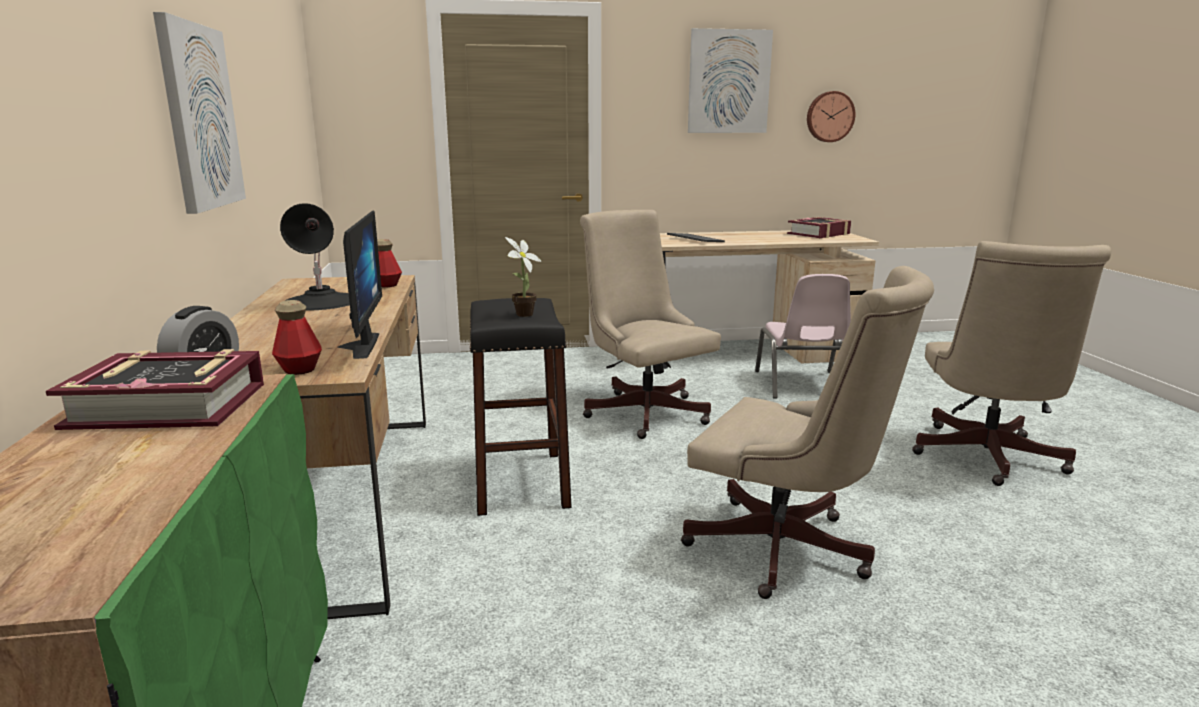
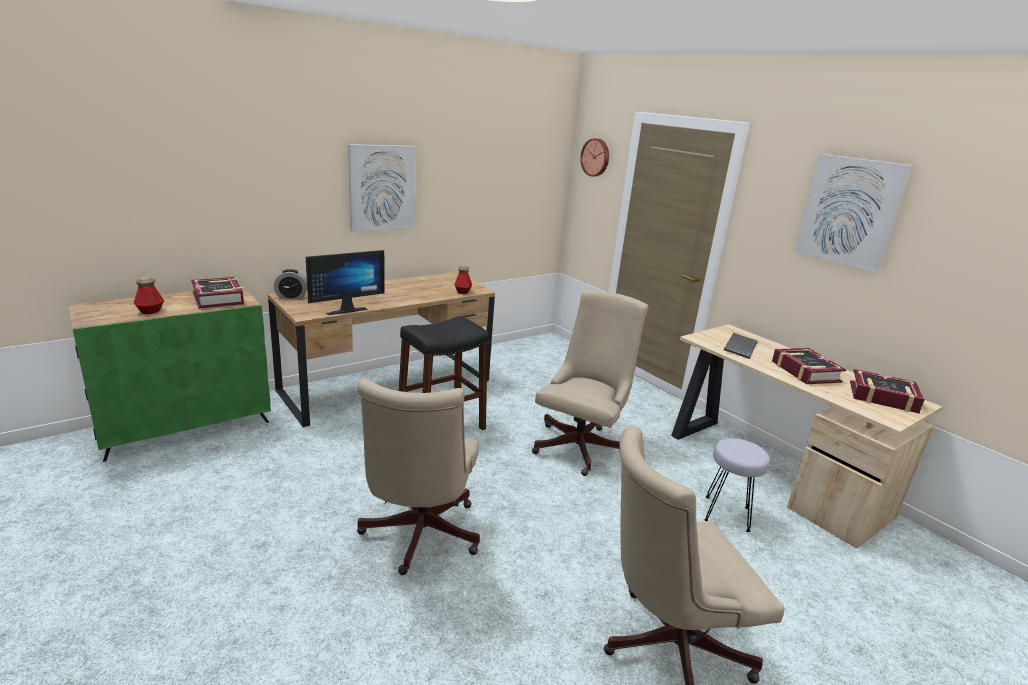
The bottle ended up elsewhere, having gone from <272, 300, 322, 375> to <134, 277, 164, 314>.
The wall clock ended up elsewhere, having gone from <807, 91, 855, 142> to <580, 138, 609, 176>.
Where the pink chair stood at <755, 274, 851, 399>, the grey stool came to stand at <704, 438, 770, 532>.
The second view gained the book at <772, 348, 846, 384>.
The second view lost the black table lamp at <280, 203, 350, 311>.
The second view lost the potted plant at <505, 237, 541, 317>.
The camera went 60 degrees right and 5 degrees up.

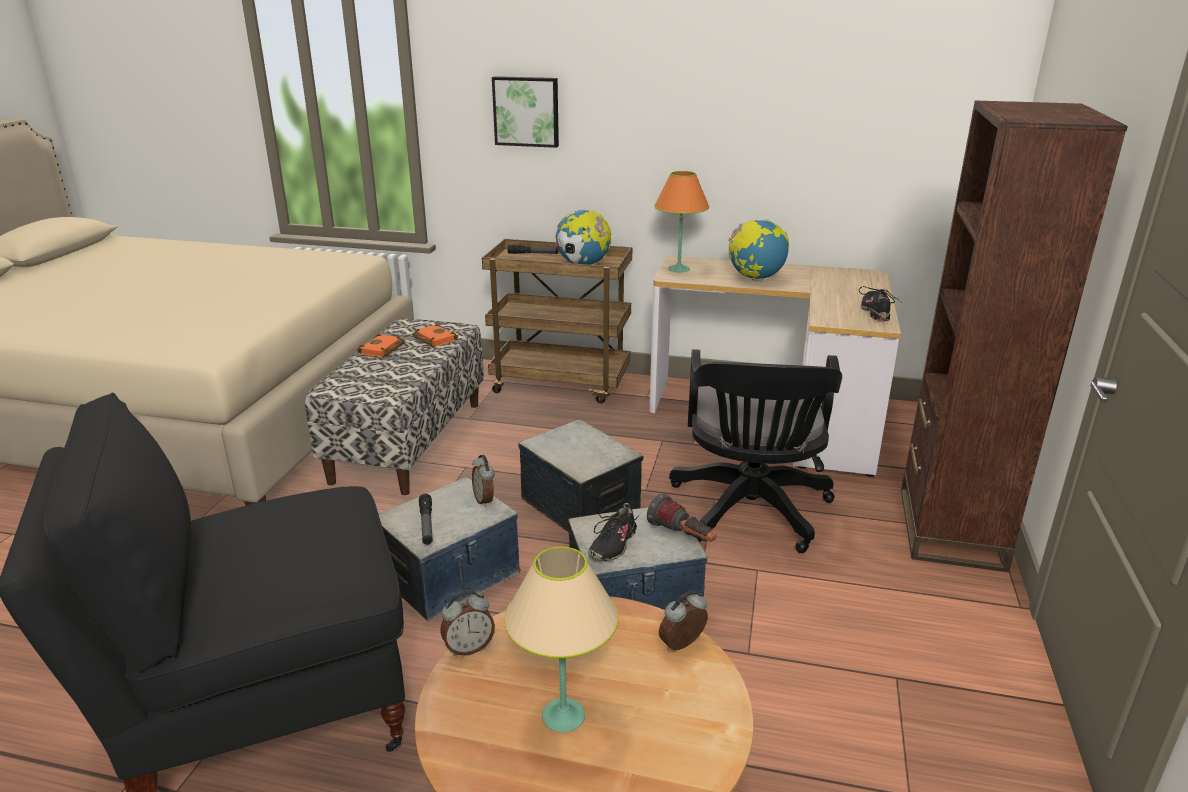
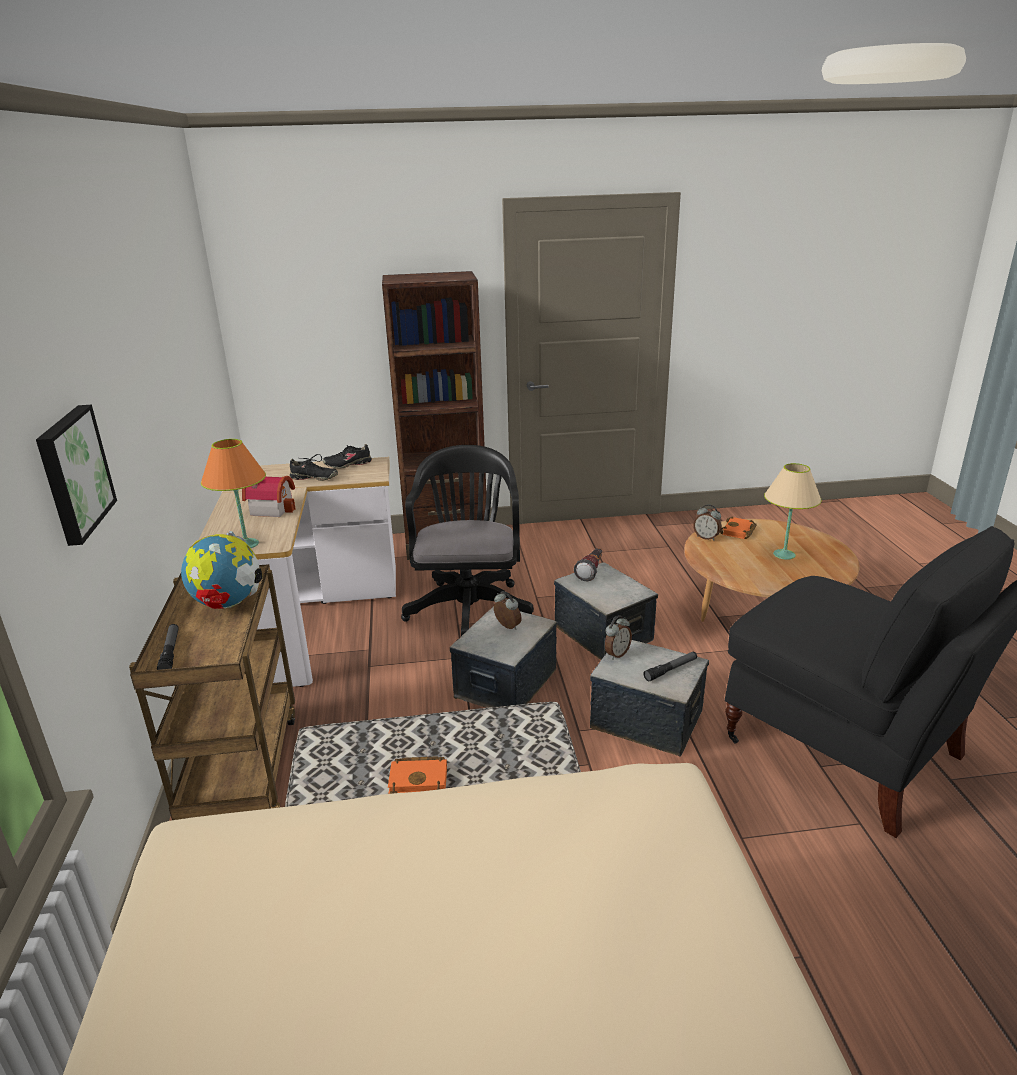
Where the globe stood at <728, 220, 789, 281>, the toy house came to stand at <242, 476, 296, 517>.
The black shoe ended up elsewhere, having gone from <588, 503, 640, 561> to <290, 454, 338, 481>.
The black office chair at <669, 349, 842, 553> ended up facing another way, 75 degrees counterclockwise from before.
The alarm clock ended up elsewhere, having gone from <440, 590, 495, 656> to <494, 591, 522, 630>.
The orange book ended up elsewhere, having gone from <412, 324, 458, 347> to <720, 517, 757, 539>.
The camera went 110 degrees left and 0 degrees up.

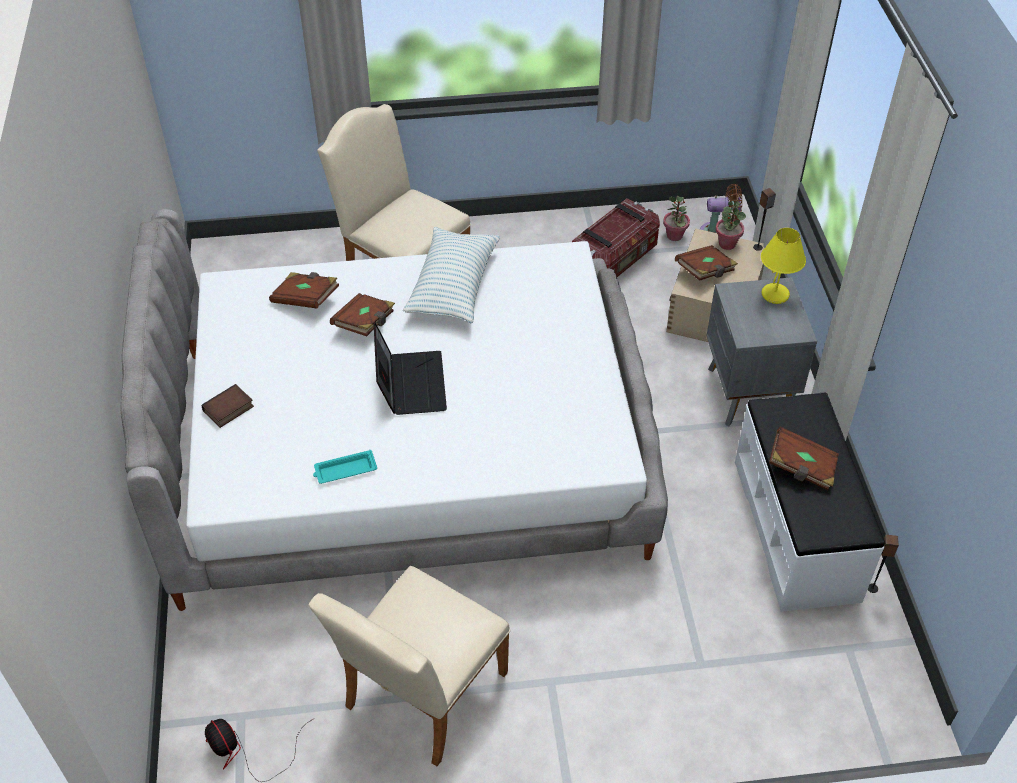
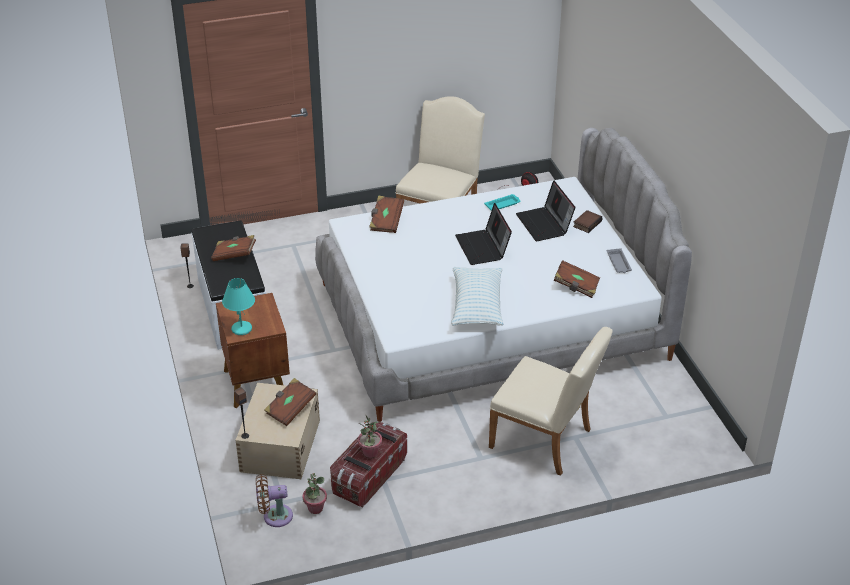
What was the grey nightstand at <706, 277, 817, 426> turned into the brown nightstand at <216, 293, 290, 408>.
What was the yellow table lamp at <761, 228, 806, 304> turned into the turquoise table lamp at <222, 278, 255, 335>.
The potted plant ended up elsewhere, having gone from <716, 201, 746, 250> to <358, 416, 382, 458>.
The brown book ended up elsewhere, having gone from <330, 293, 395, 336> to <369, 195, 404, 233>.
The second view gained the laptop at <516, 180, 575, 241>.
The second view gained the grey tray at <607, 248, 632, 273>.
The camera went 170 degrees right and 10 degrees down.

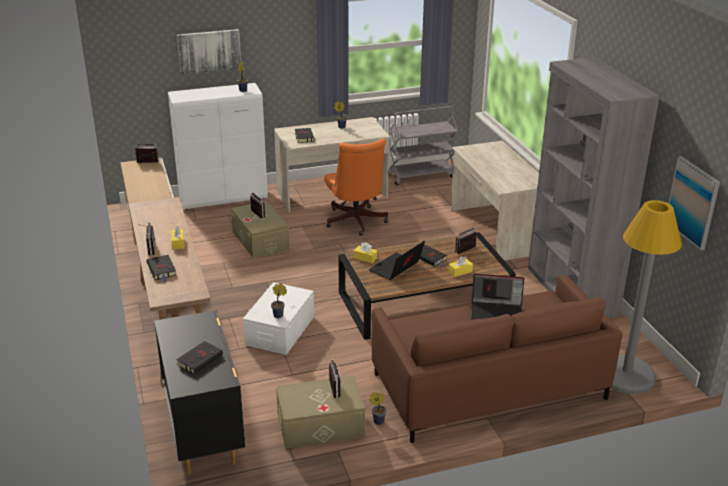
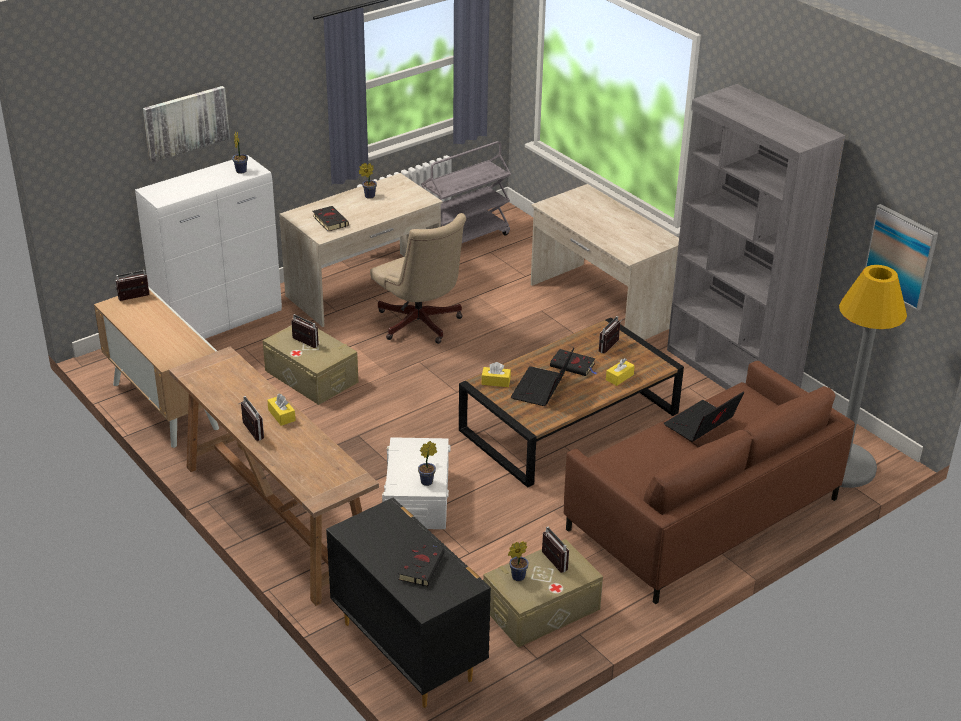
What was the orange office chair at <324, 138, 388, 236> turned into the beige office chair at <370, 213, 466, 344>.
The potted plant ended up elsewhere, having gone from <369, 392, 387, 425> to <508, 541, 529, 581>.
The laptop at <471, 274, 524, 320> ended up facing another way, 150 degrees clockwise from before.
The second view lost the black book at <147, 255, 177, 282>.
The camera went 20 degrees left and 5 degrees up.

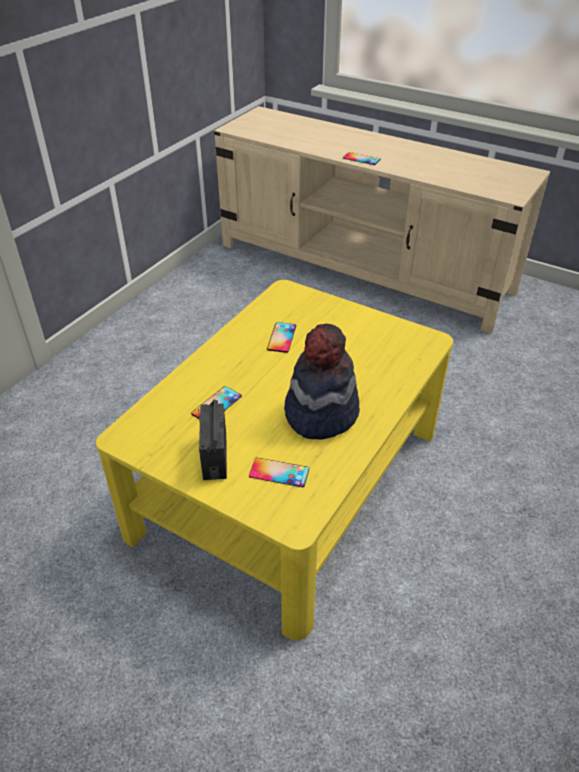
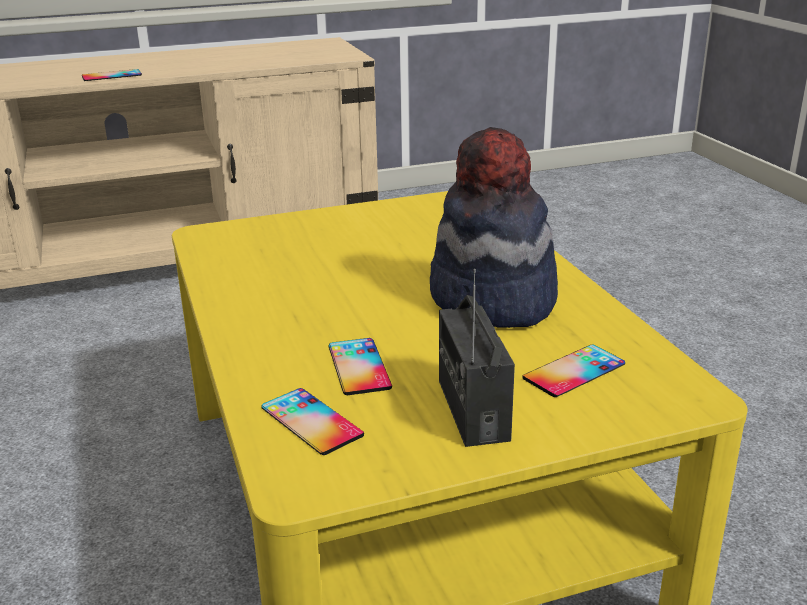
The phone ended up elsewhere, having gone from <267, 322, 296, 353> to <262, 388, 364, 455>.
The radio at <198, 400, 227, 480> ended up facing another way, 45 degrees clockwise from before.
The camera went 50 degrees left and 15 degrees down.

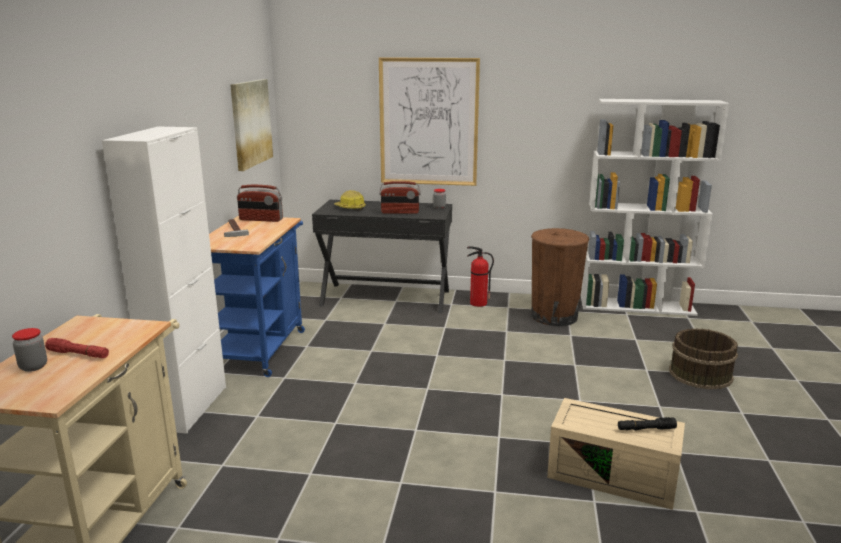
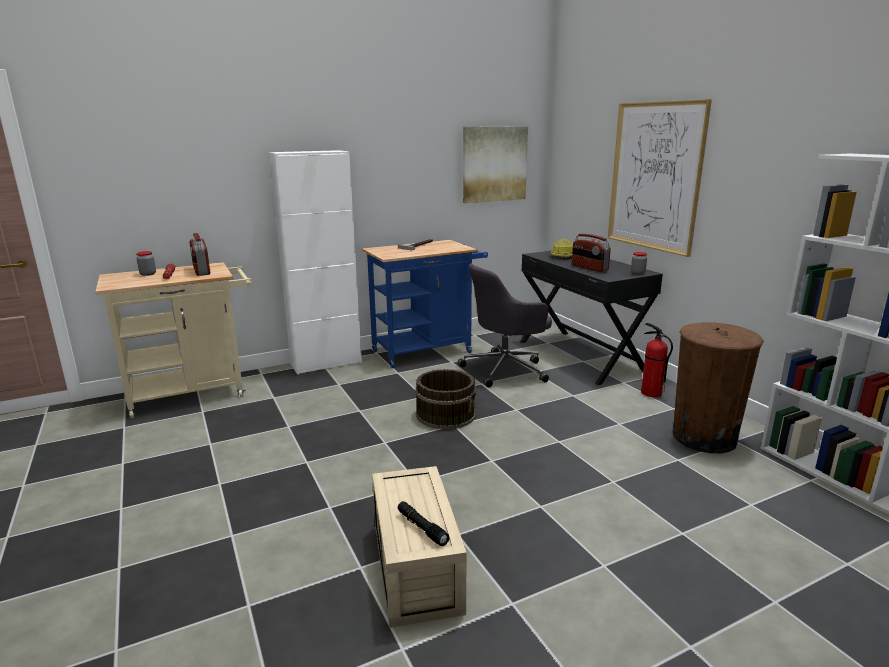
The radio ended up elsewhere, having gone from <237, 185, 283, 222> to <190, 233, 210, 276>.
The brown bucket ended up elsewhere, having gone from <669, 328, 738, 390> to <415, 369, 476, 429>.
The second view gained the grey office chair at <458, 264, 552, 387>.
The camera went 55 degrees right and 0 degrees up.

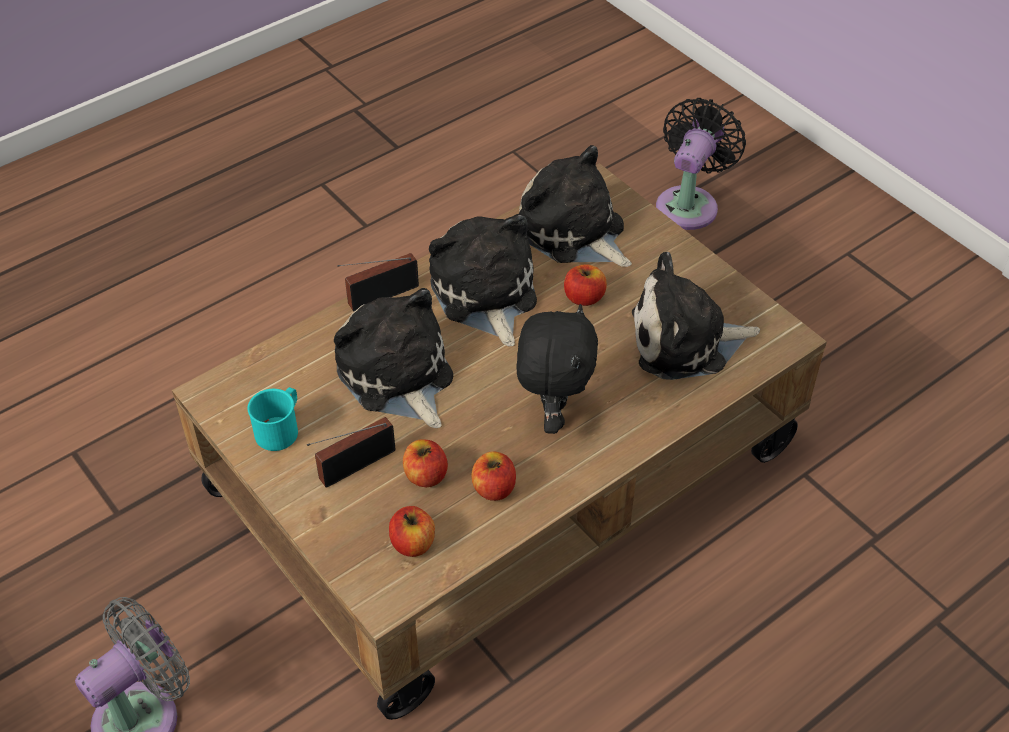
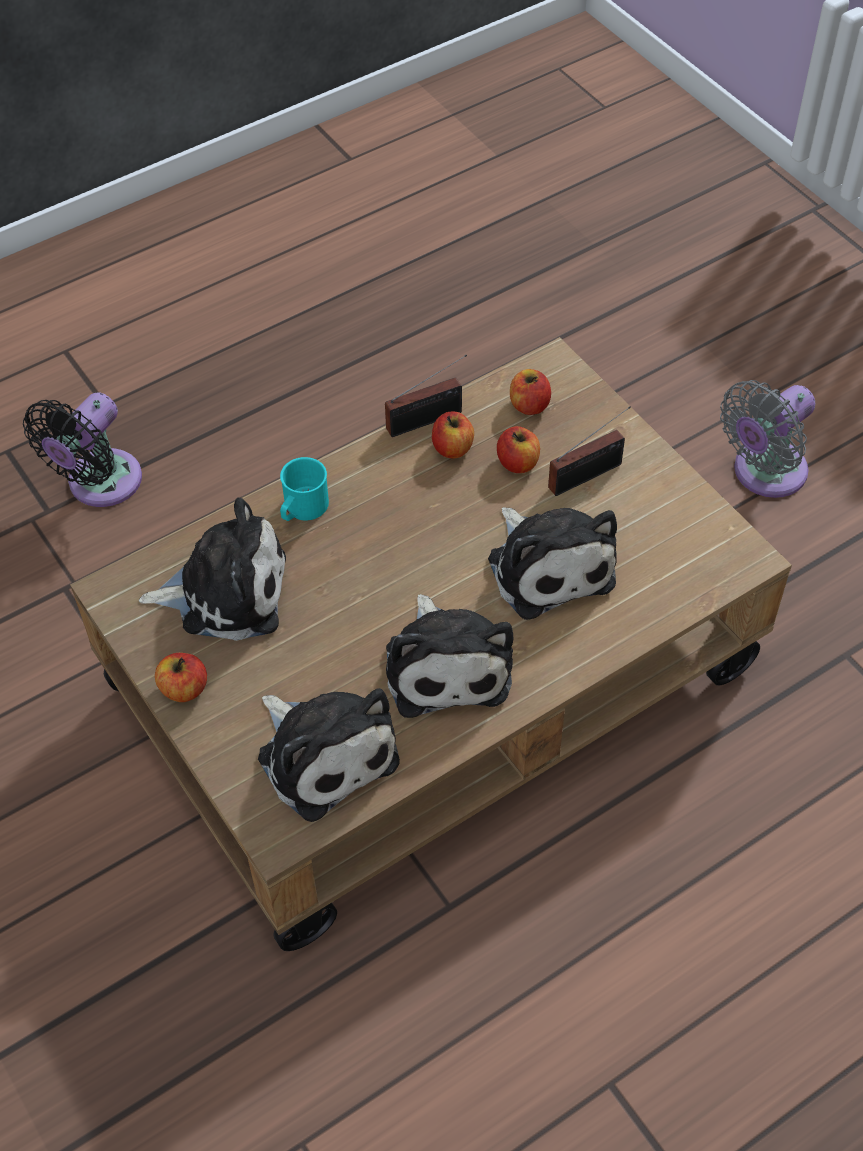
The black fan ended up elsewhere, having gone from <656, 98, 746, 230> to <23, 392, 142, 507>.
The apple ended up elsewhere, having gone from <564, 264, 607, 306> to <155, 653, 207, 702>.
The turquoise mug ended up elsewhere, having gone from <247, 387, 298, 451> to <280, 457, 329, 521>.
The radio ended up elsewhere, having gone from <337, 253, 419, 311> to <385, 355, 467, 437>.
The second view lost the black plush toy at <516, 304, 598, 434>.
The camera went 175 degrees left and 5 degrees up.

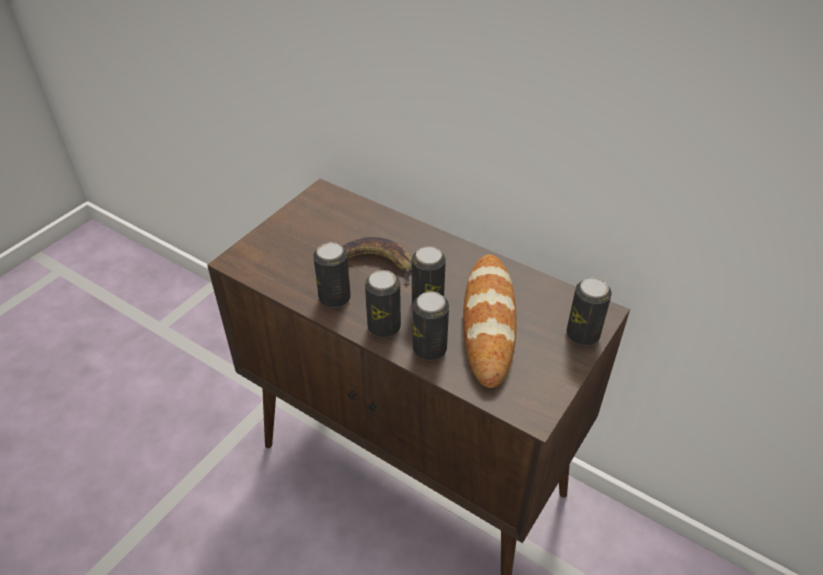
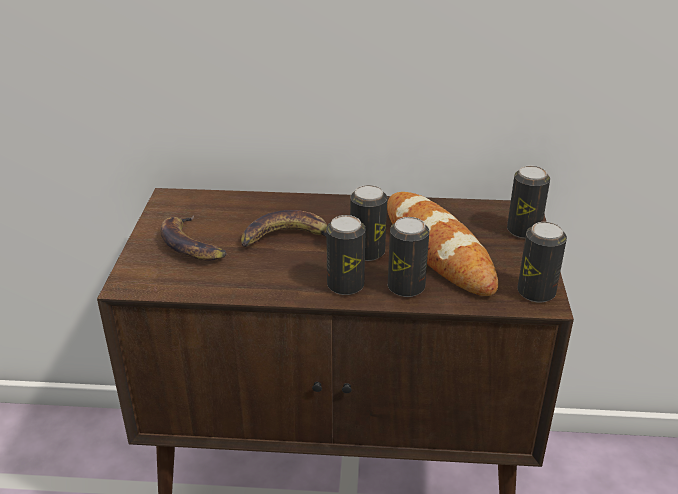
The second view gained the banana at <160, 215, 227, 261>.
The can ended up elsewhere, having gone from <313, 242, 351, 308> to <518, 222, 567, 303>.
The camera went 30 degrees left and 10 degrees down.

